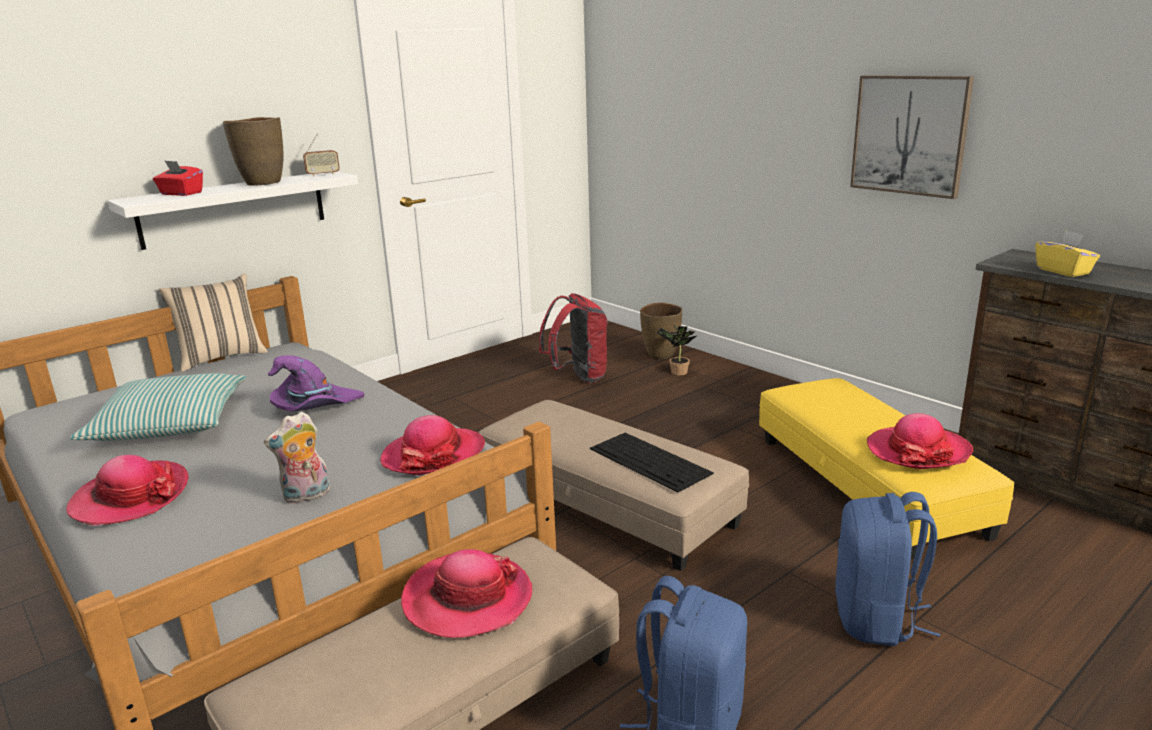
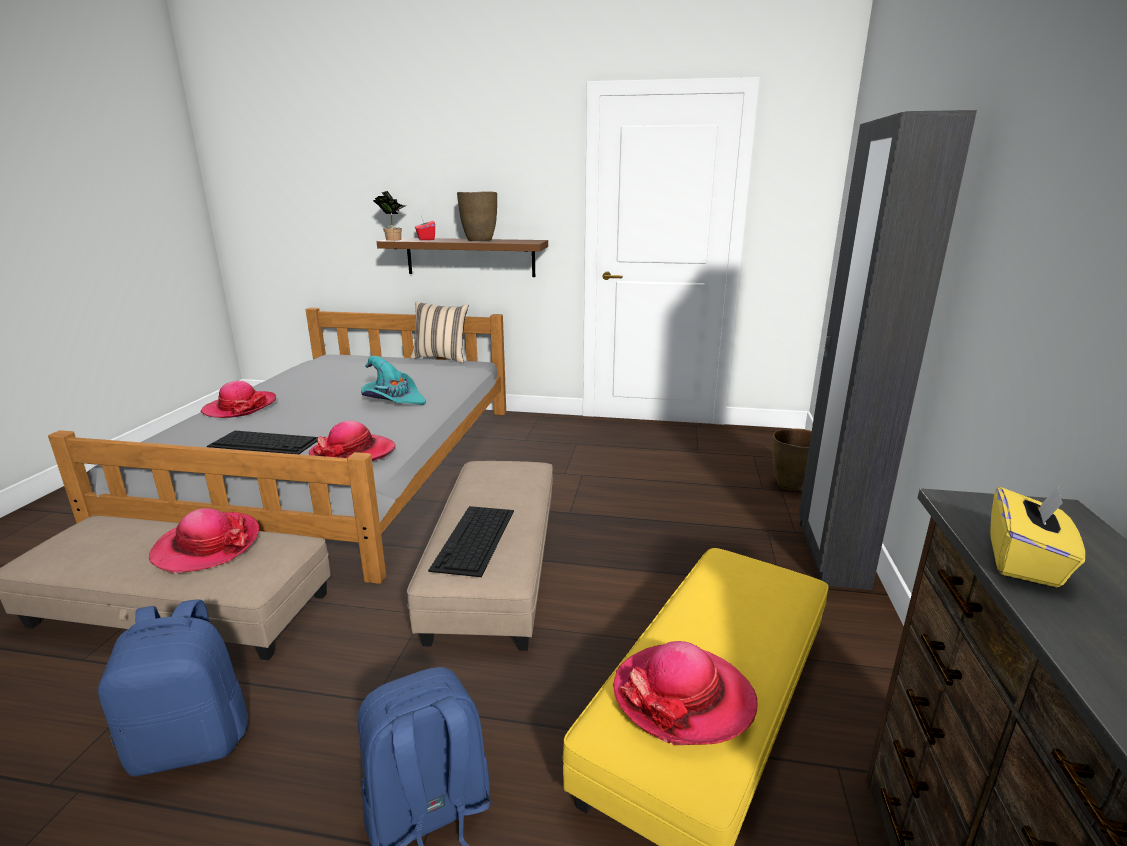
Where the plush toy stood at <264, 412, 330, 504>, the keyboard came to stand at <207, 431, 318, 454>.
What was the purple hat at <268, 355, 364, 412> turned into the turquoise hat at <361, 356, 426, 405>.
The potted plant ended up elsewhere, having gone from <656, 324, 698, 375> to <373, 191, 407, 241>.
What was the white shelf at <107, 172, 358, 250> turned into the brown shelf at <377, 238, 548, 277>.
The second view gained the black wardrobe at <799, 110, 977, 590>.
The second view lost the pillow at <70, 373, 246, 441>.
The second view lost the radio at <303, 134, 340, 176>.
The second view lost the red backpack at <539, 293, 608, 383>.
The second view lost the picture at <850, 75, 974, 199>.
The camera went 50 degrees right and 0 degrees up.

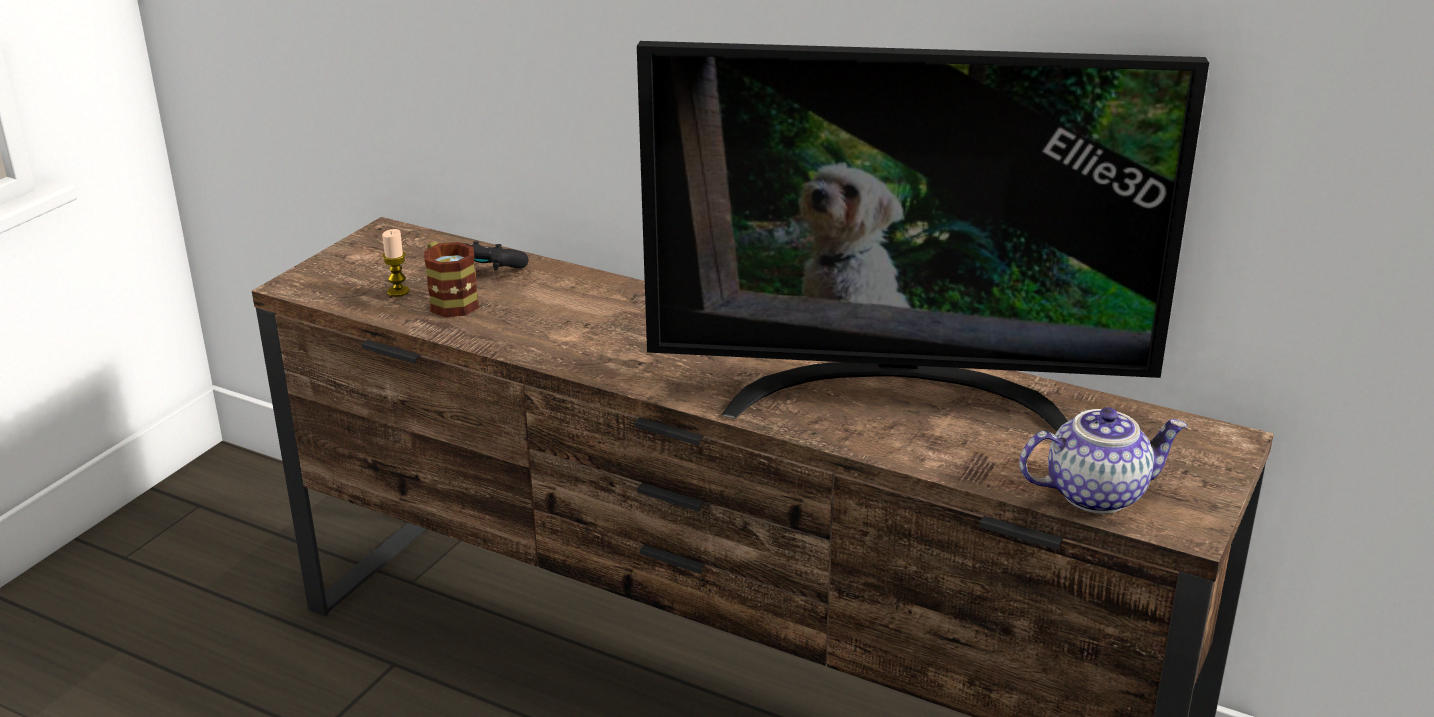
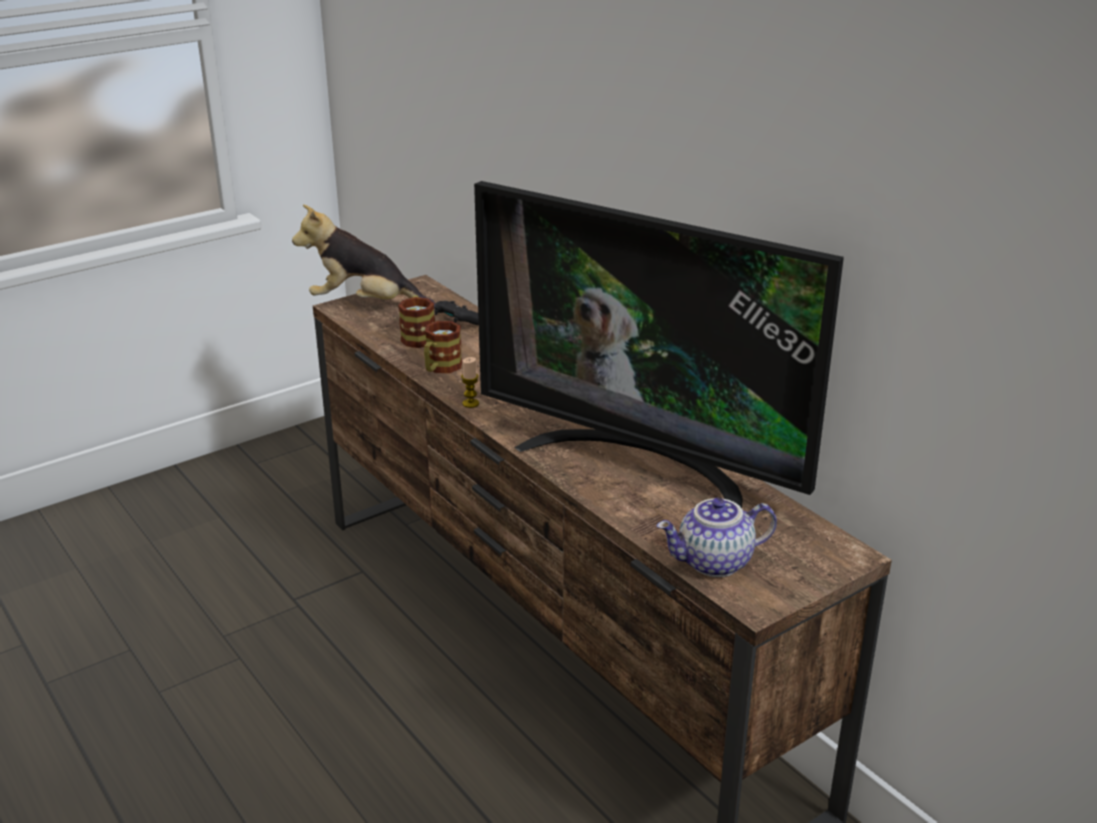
The second view gained the plush toy at <292, 204, 436, 308>.
The second view gained the mug at <424, 321, 462, 373>.
The candle ended up elsewhere, having gone from <382, 229, 410, 297> to <461, 357, 479, 408>.
The teapot at <1019, 407, 1188, 514> ended up facing another way, 150 degrees clockwise from before.
The camera went 25 degrees right and 0 degrees up.

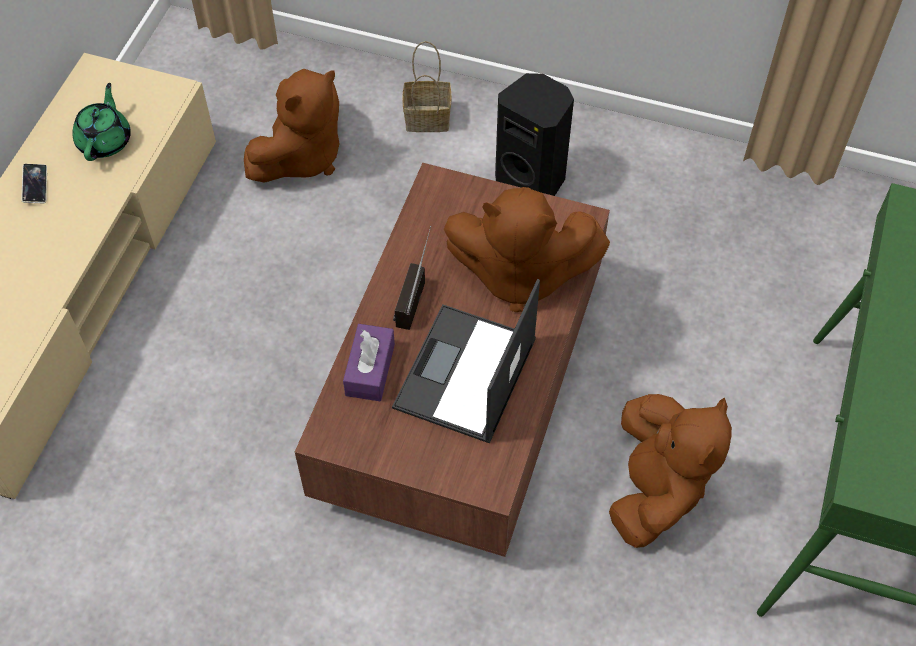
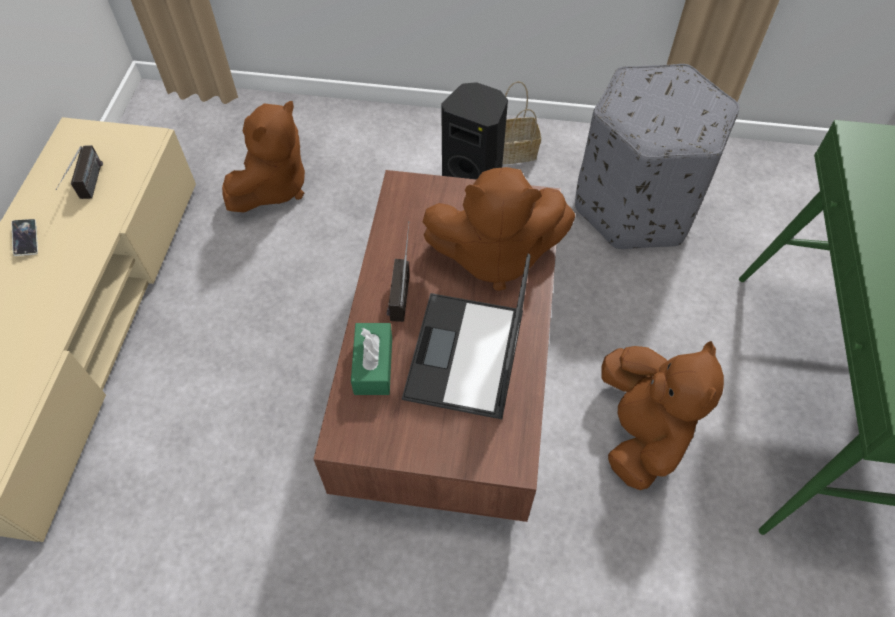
Where the green teapot stood at <72, 83, 131, 161>, the radio came to stand at <56, 145, 103, 199>.
What was the purple tissue box at <343, 324, 395, 401> turned into the green tissue box at <351, 323, 392, 395>.
The basket ended up elsewhere, having gone from <402, 41, 452, 132> to <503, 81, 541, 164>.
The second view gained the grey ottoman at <575, 64, 740, 249>.
The camera went 10 degrees left and 0 degrees up.

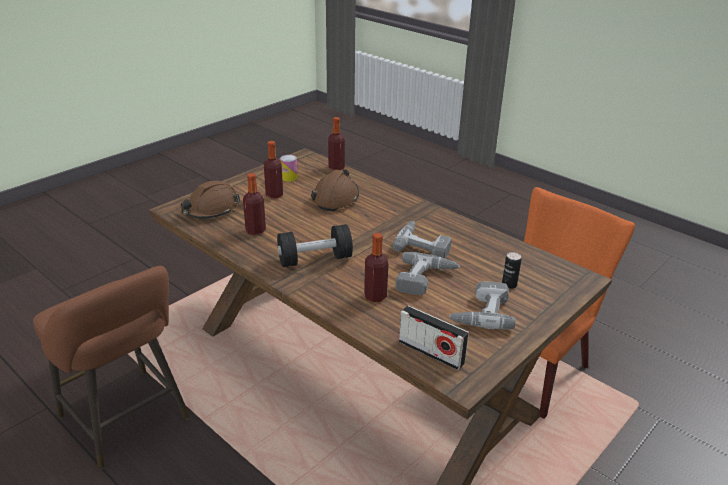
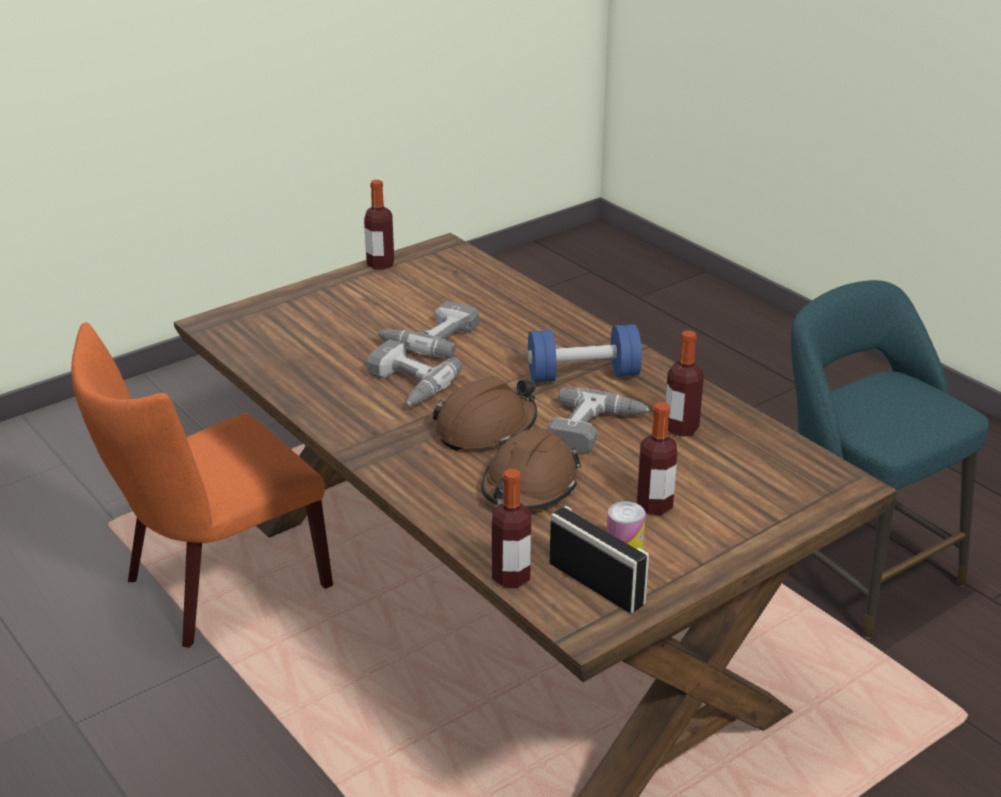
The bottle ended up elsewhere, having gone from <364, 233, 388, 302> to <364, 180, 394, 269>.
The brown hard hat ended up elsewhere, having gone from <181, 181, 241, 219> to <432, 376, 537, 451>.
What was the black dumbbell at <277, 224, 353, 267> turned into the blue dumbbell at <528, 324, 642, 382>.
The power drill ended up elsewhere, having gone from <448, 281, 516, 329> to <546, 387, 650, 454>.
The radio ended up elsewhere, having gone from <399, 305, 469, 370> to <550, 506, 649, 613>.
What was the brown stool at <33, 266, 190, 469> turned into the turquoise stool at <791, 280, 989, 639>.
The second view lost the can at <502, 252, 521, 289>.
The camera went 170 degrees left and 0 degrees up.

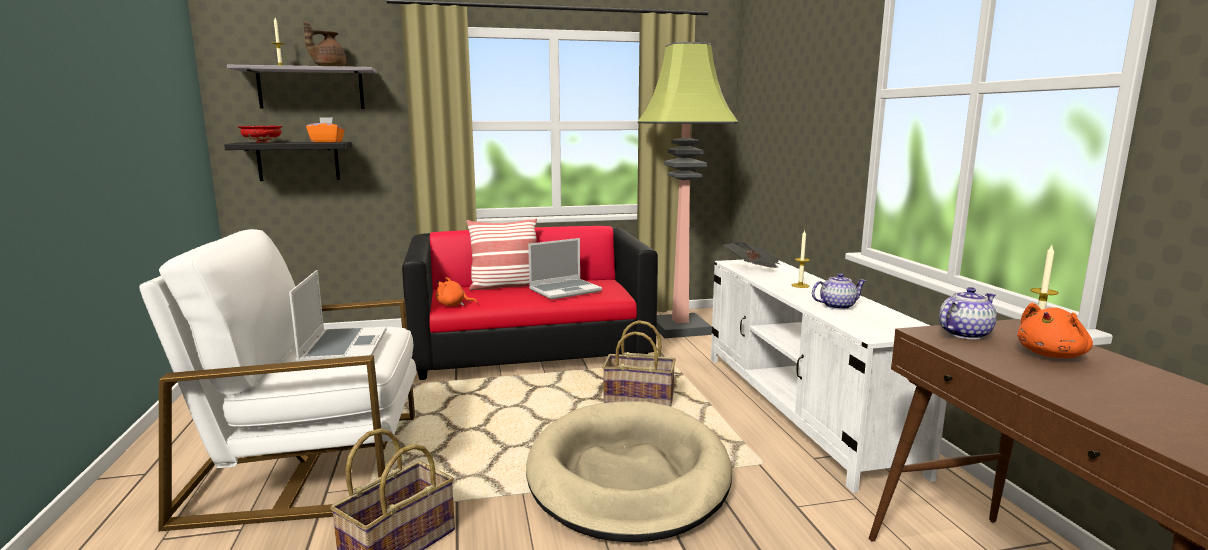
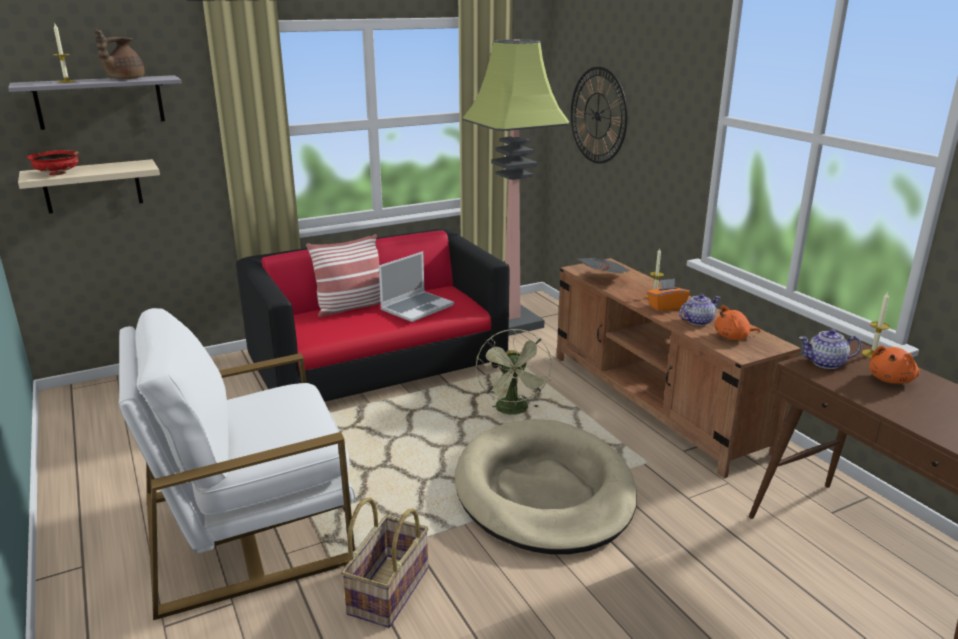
What was the black shelf at <224, 142, 352, 181> turned into the beige shelf at <18, 159, 160, 214>.
Where the basket stood at <602, 320, 676, 406>, the green fan came to stand at <475, 329, 552, 415>.
What was the white tv stand at <711, 260, 947, 493> turned into the brown tv stand at <557, 258, 801, 479>.
The second view gained the wall clock at <571, 67, 628, 164>.
The orange tissue box ended up elsewhere, having gone from <306, 117, 345, 143> to <647, 279, 690, 311>.
The orange plush toy ended up elsewhere, having gone from <436, 277, 478, 306> to <715, 305, 760, 340>.
The teapot at <939, 287, 997, 339> ended up facing another way, 135 degrees counterclockwise from before.
The second view lost the laptop at <289, 270, 387, 362>.
The camera went 15 degrees left and 10 degrees up.

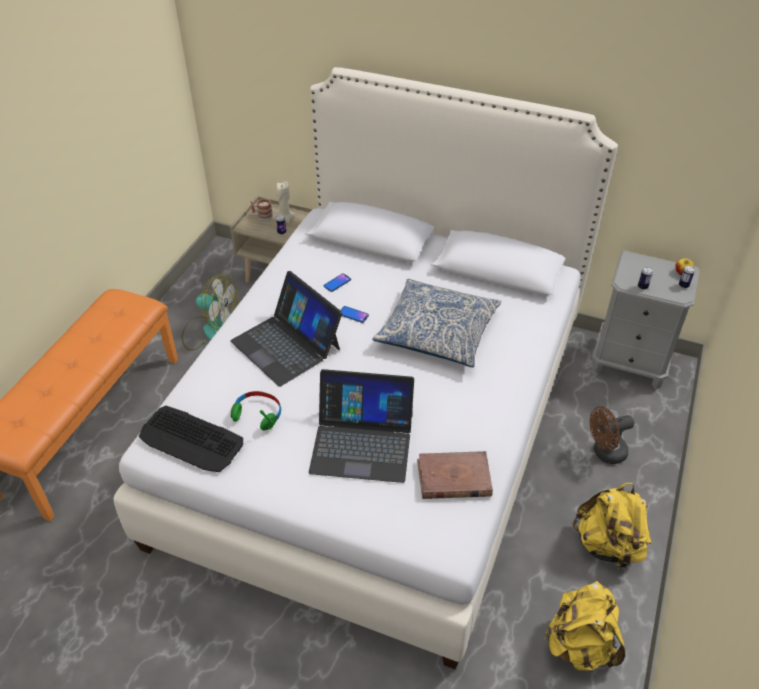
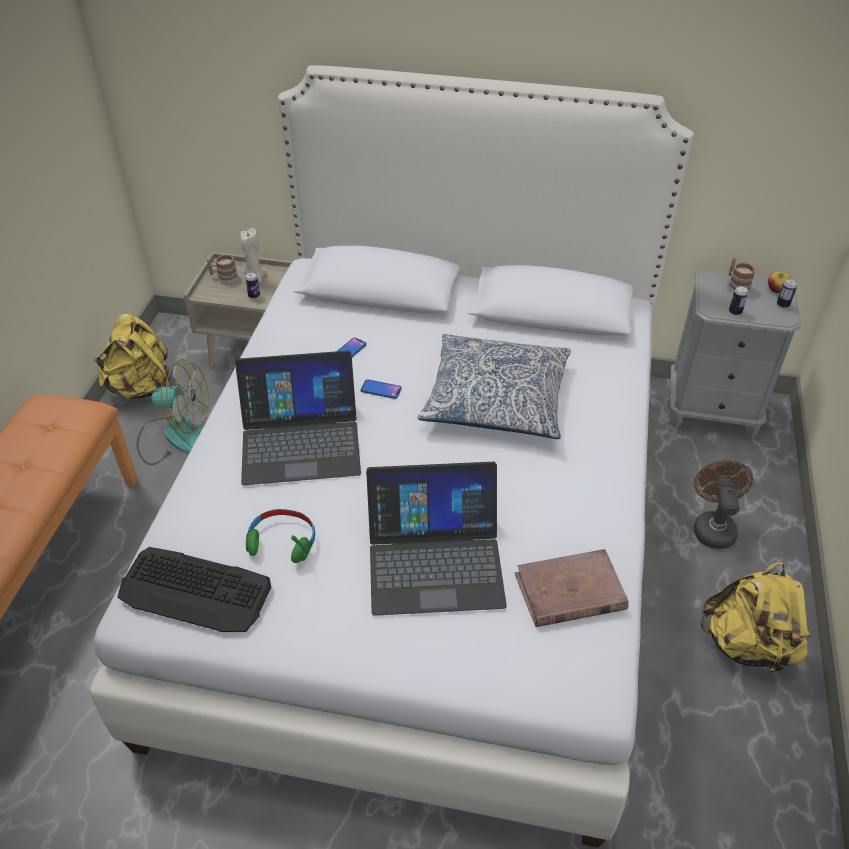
The yellow backpack ended up elsewhere, having gone from <544, 581, 625, 671> to <94, 313, 170, 399>.
The laptop at <230, 271, 342, 387> ended up facing another way, 45 degrees counterclockwise from before.
The brown fan at <589, 406, 634, 464> ended up facing another way, 120 degrees clockwise from before.
The second view gained the mug at <727, 258, 755, 293>.
The camera went 10 degrees left and 0 degrees up.

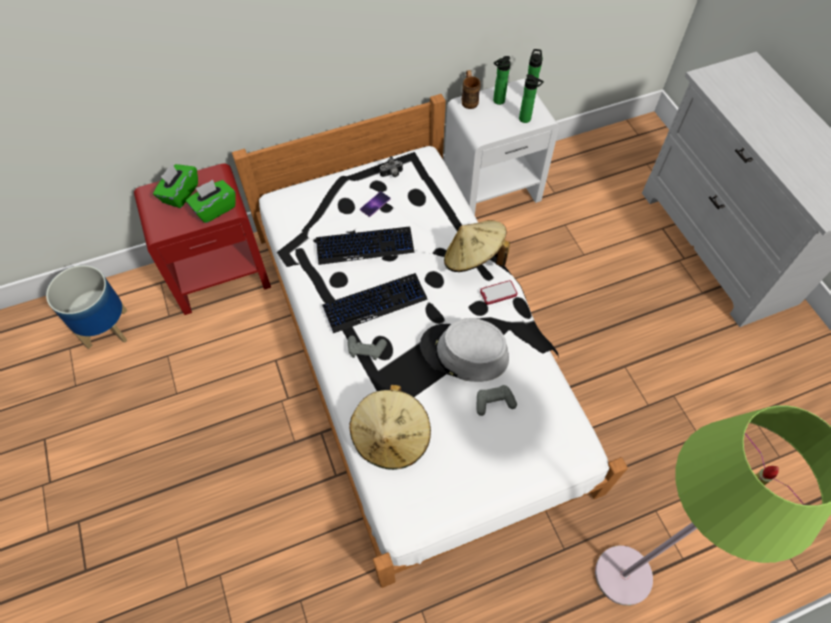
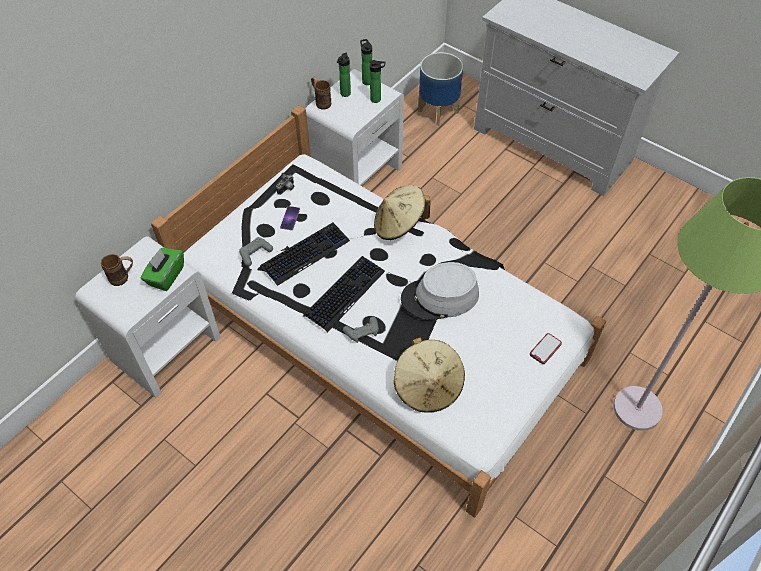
What was the red nightstand at <134, 164, 271, 315> turned into the white nightstand at <75, 236, 221, 398>.
Where the green tissue box stood at <153, 164, 198, 208>, the brown mug came to stand at <101, 254, 133, 286>.
The grey game controller ended up elsewhere, having gone from <477, 385, 517, 416> to <239, 237, 273, 266>.
The planter ended up elsewhere, having gone from <46, 265, 128, 349> to <418, 52, 463, 126>.
The phone ended up elsewhere, having gone from <480, 280, 517, 305> to <530, 333, 562, 364>.
The camera went 30 degrees left and 5 degrees down.

